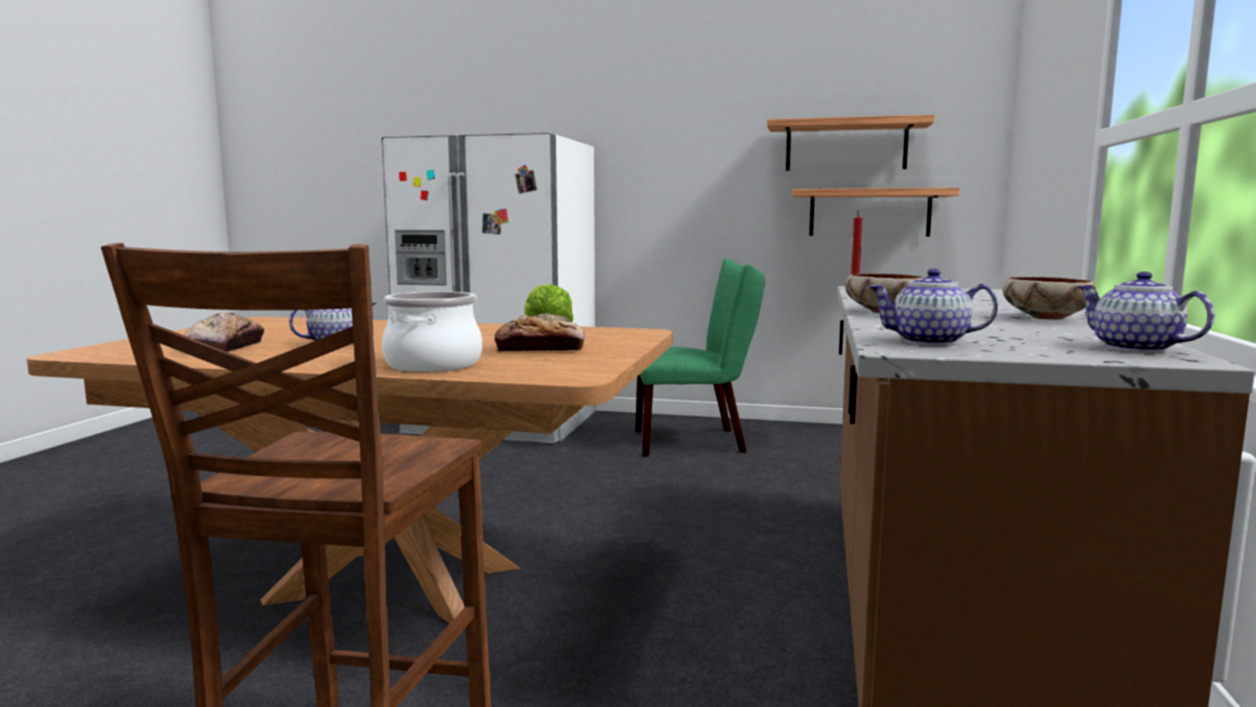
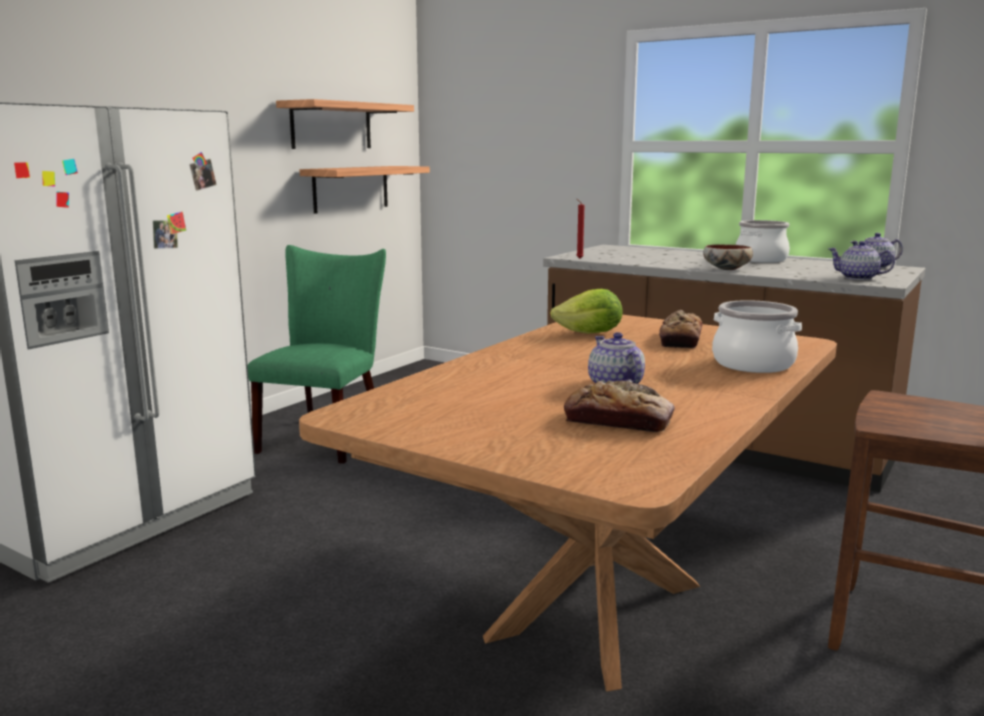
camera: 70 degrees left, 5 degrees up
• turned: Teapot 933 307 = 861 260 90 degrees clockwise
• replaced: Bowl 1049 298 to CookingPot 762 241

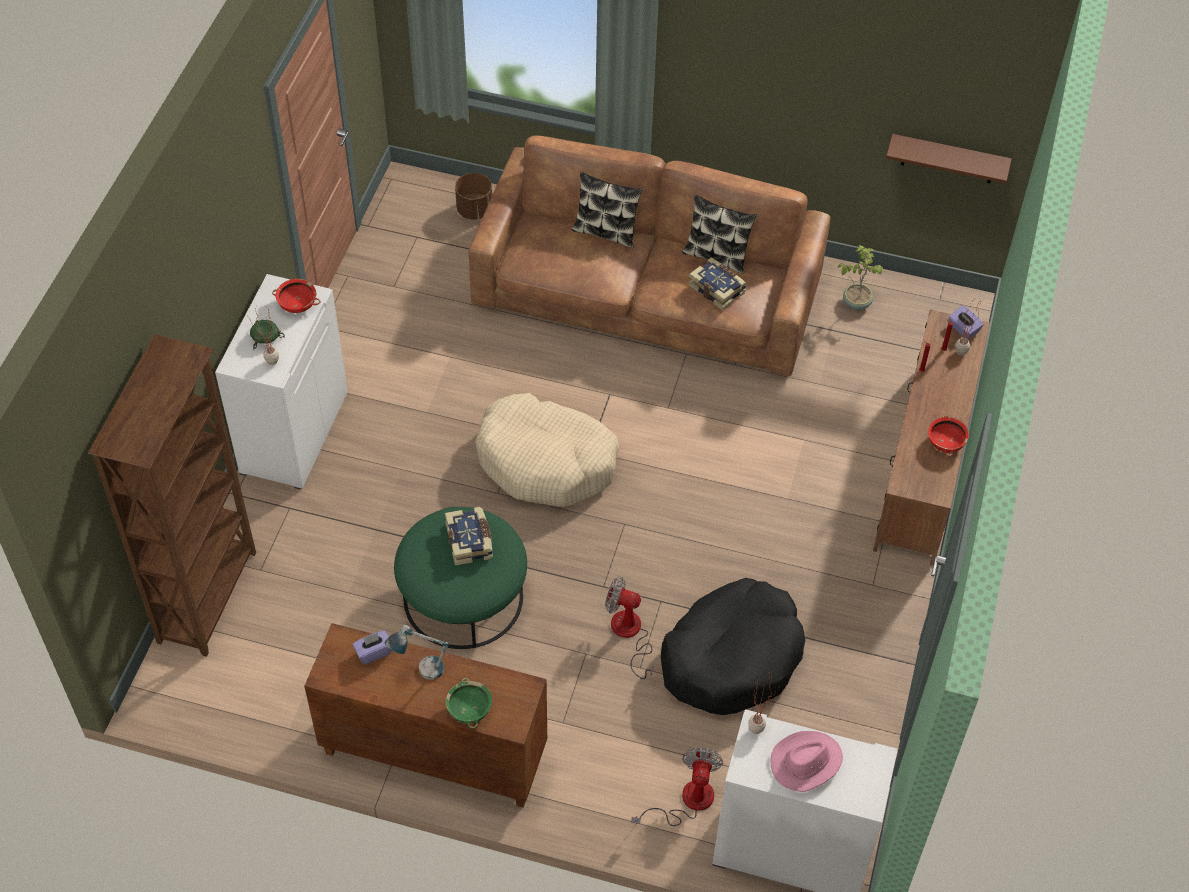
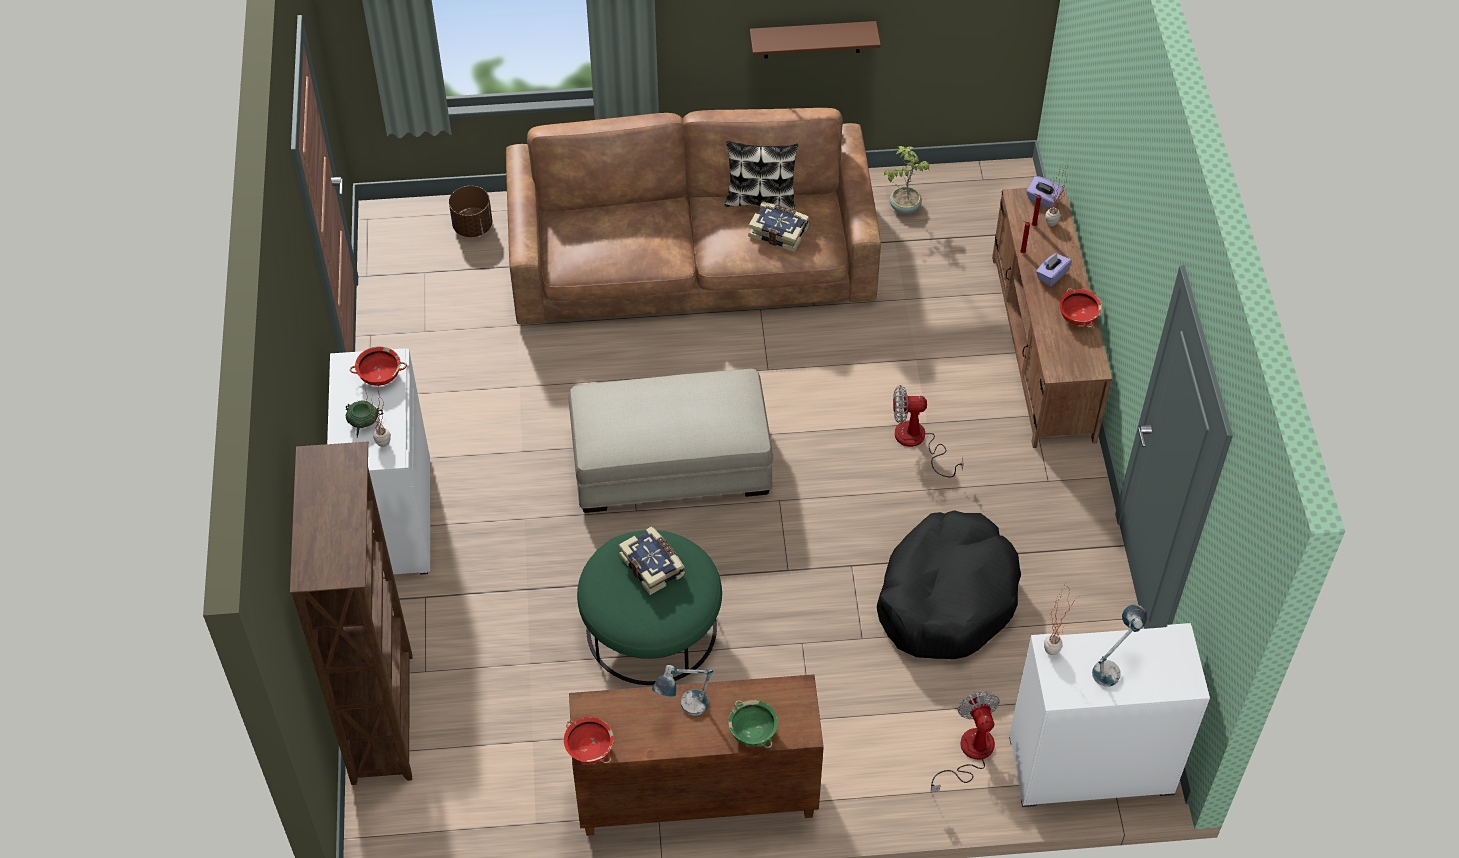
camera: 20 degrees left, 0 degrees up
• moved: BrownShelf 949 159 to 815 39
• removed: Pillow 607 210
• replaced: BeigeDogBed 547 450 to BeigeOttoman 671 441
• moved: Fan 629 628 to 928 431
• moved: PurpleTissueBox 372 647 to 1054 270
• replaced: PinkHat 806 761 to TableLamp 1119 646
• added: RedBowl 589 740

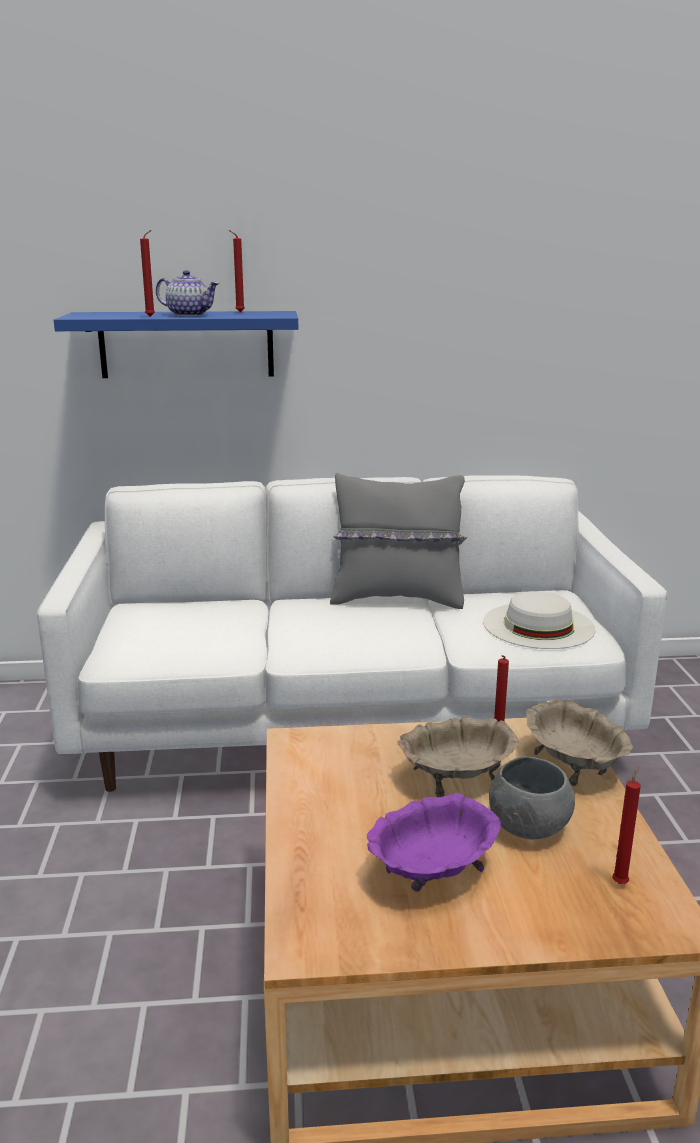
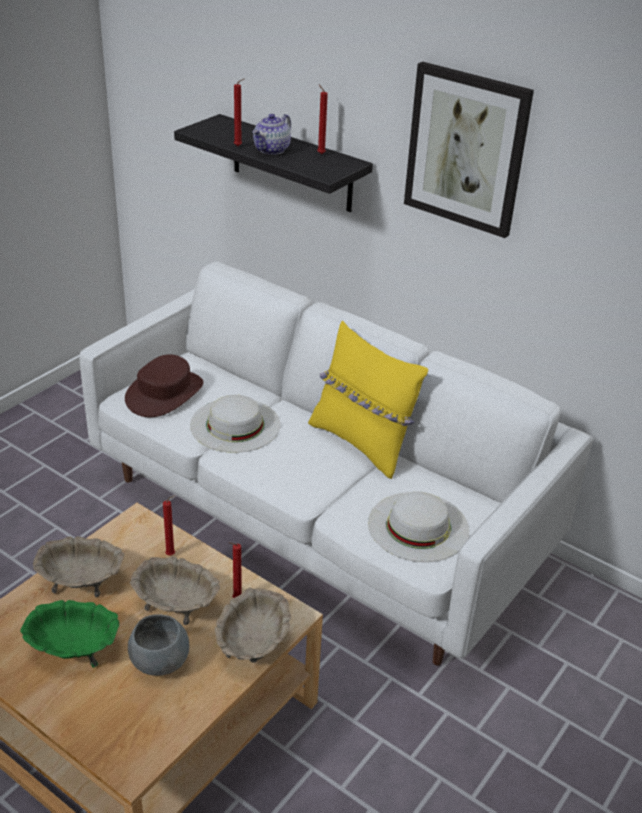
camera: 40 degrees right, 15 degrees up
• turned: Teapot 187 293 = 271 134 60 degrees clockwise
• recoloured: BlueShelf 176 344 to BlackShelf 273 163
• recoloured: GreyPillow 398 541 to YellowPillow 368 400
• moved: RedCandle 626 825 to 169 525
• recoloured: PurpleBowl 434 842 to GreenBowl 69 634
• added: Picture 469 150
• added: BrownHat 164 385
• added: WhiteHat 235 424
• added: BeigeBowl 78 566

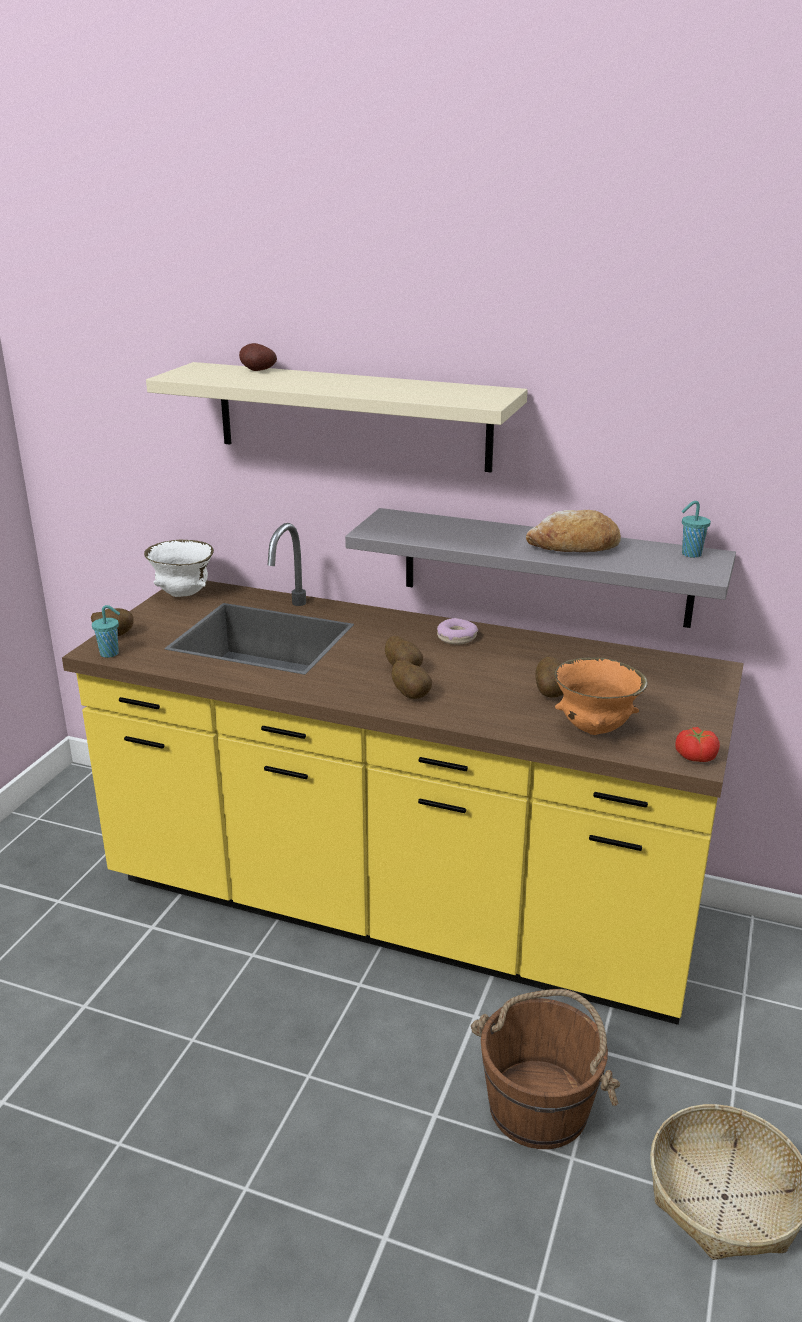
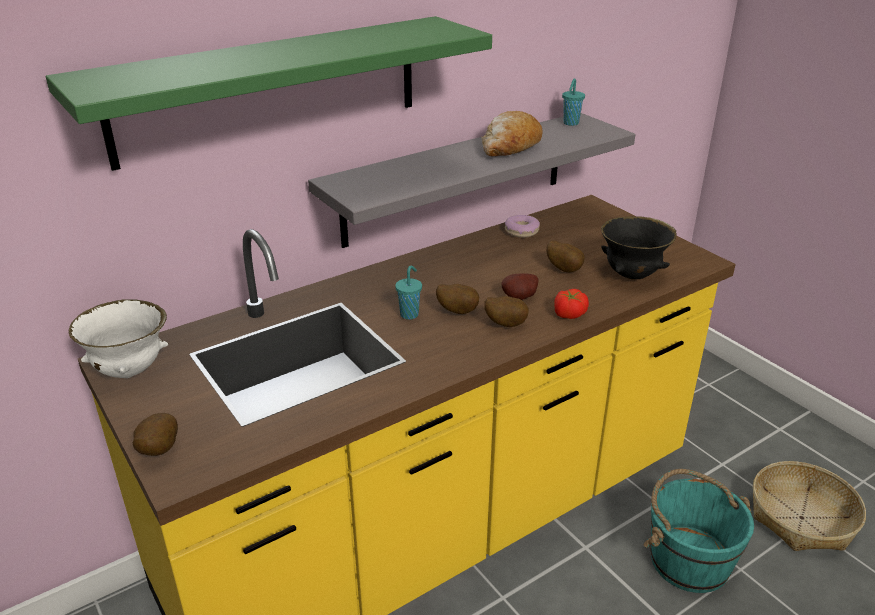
camera: 55 degrees left, 5 degrees up
• moved: Potato 258 357 to 520 286
• recoloured: BeigeShelf 337 417 to GreenShelf 269 93
• moved: TurquoiseCup 106 631 to 408 292
• moved: Donut 457 631 to 522 226
• recoloured: OrangeBowl 601 696 to BlackBowl 639 248
• moved: Tomato 698 744 to 571 304
• recoloured: BrownBucket 545 1069 to TurquoiseBucket 699 531

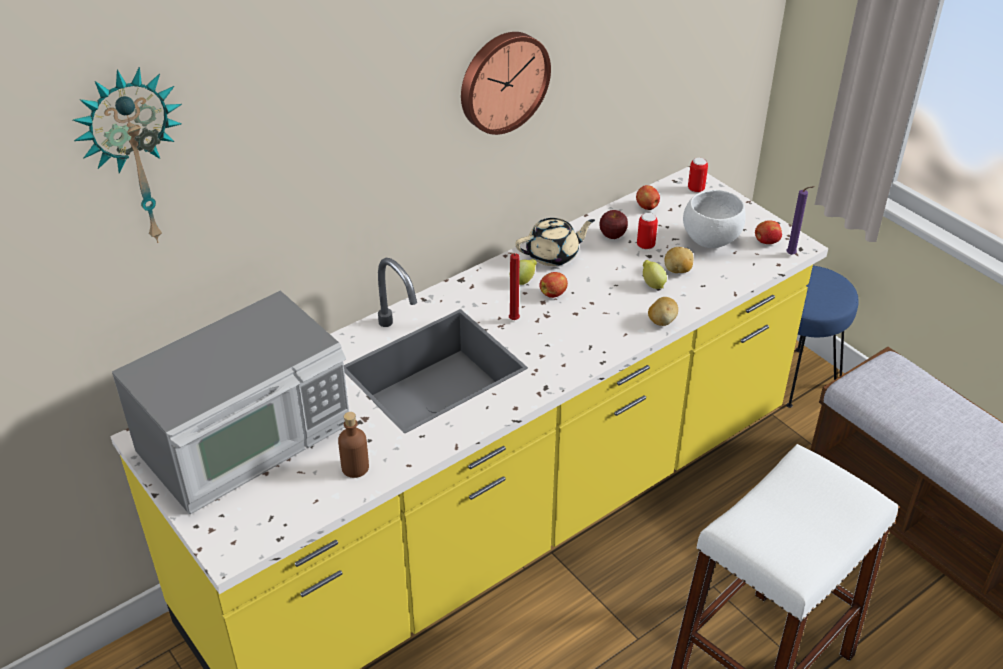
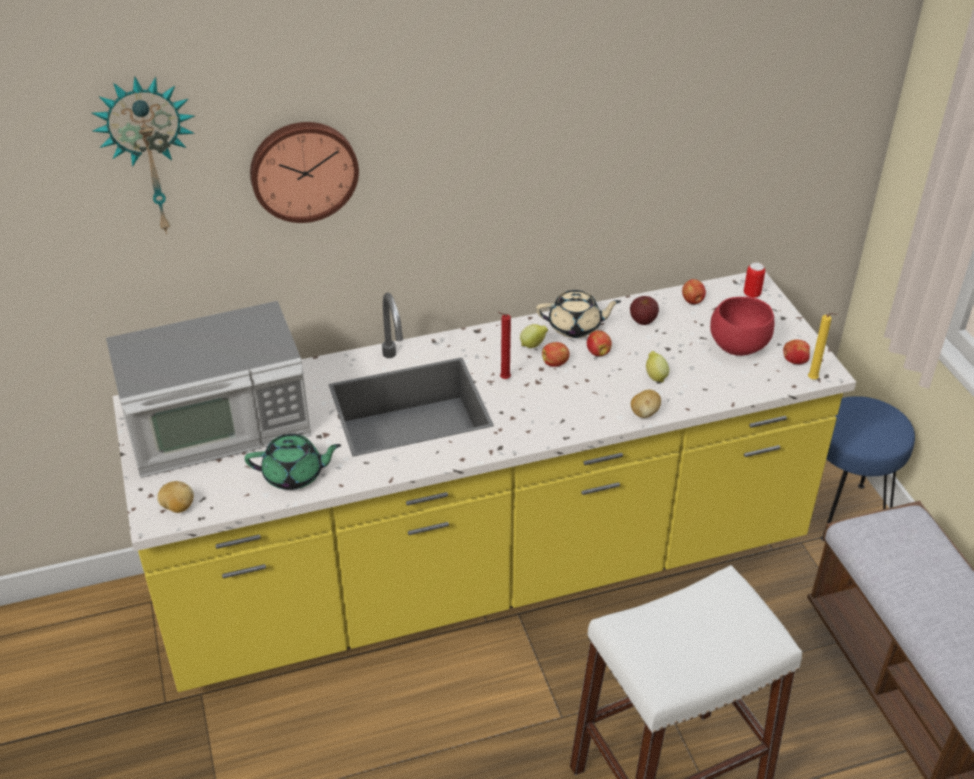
camera: 20 degrees right, 0 degrees up
• moved: WallClock 506 83 to 304 172
• recoloured: PurpleCandle 800 220 to YellowCandle 822 346
• recoloured: WhiteBowl 714 219 to RedBowl 742 326
• removed: Can 647 231
• moved: Potato 678 260 to 175 497
• replaced: BrownBottle 353 445 to GreenTeapot 293 462
• added: Apple 599 343

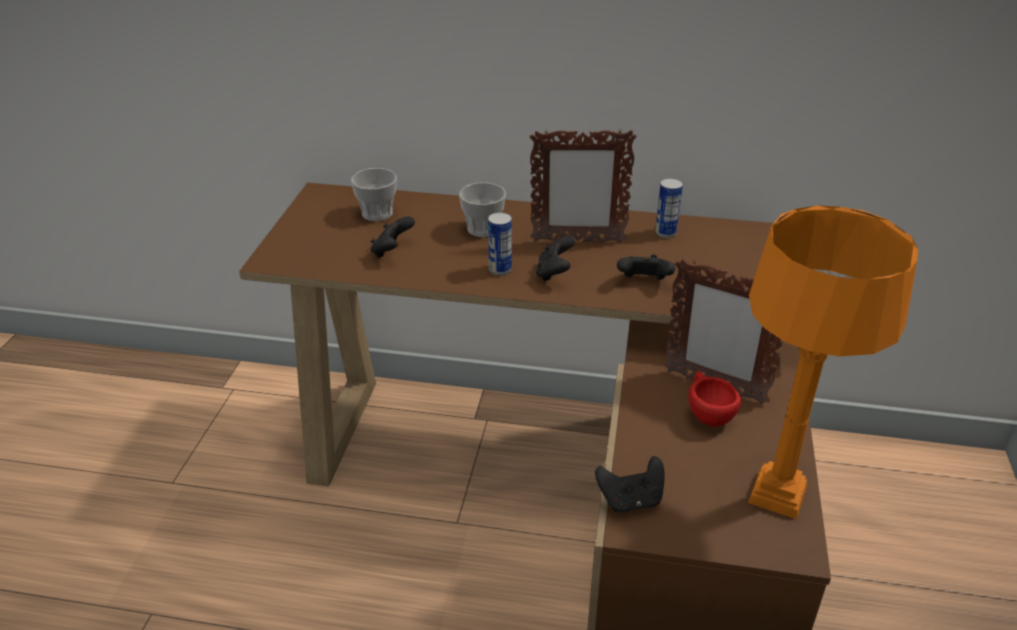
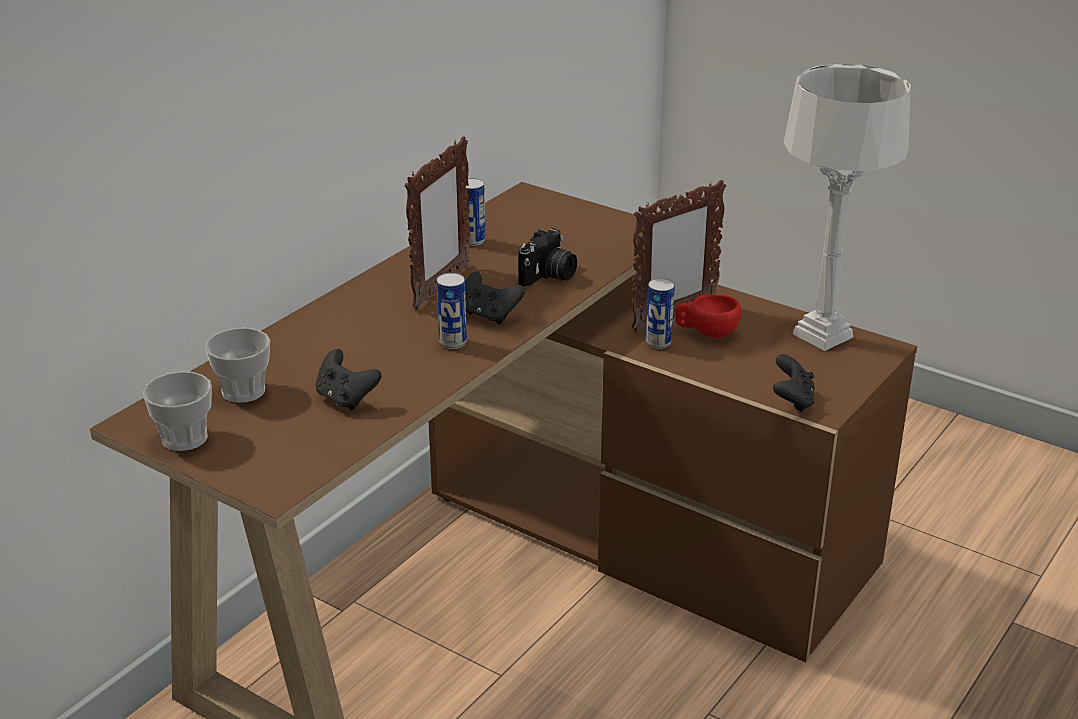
camera: 65 degrees left, 5 degrees down
• moved: Cup 482 209 to 177 411
• recoloured: OrangeTableLamp 833 362 to GreyTableLamp 847 207
• replaced: BlackGameController 646 267 to PhotoCamera 547 257
• added: Can 660 313

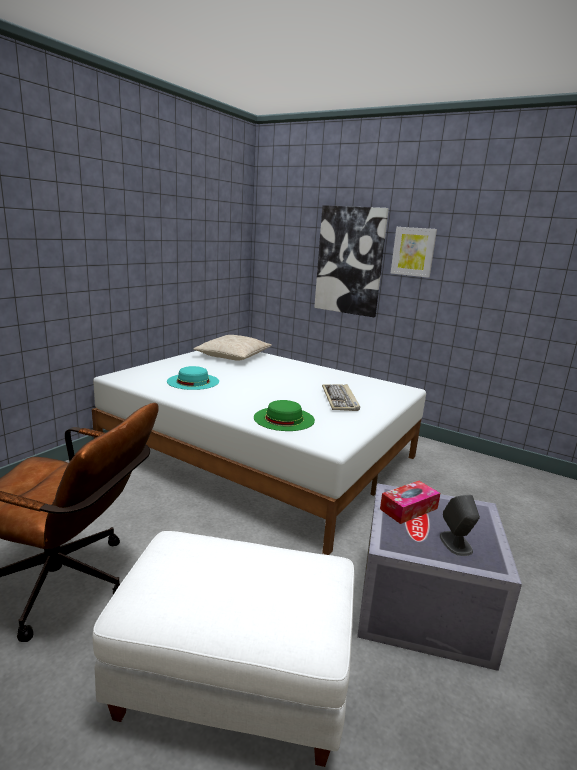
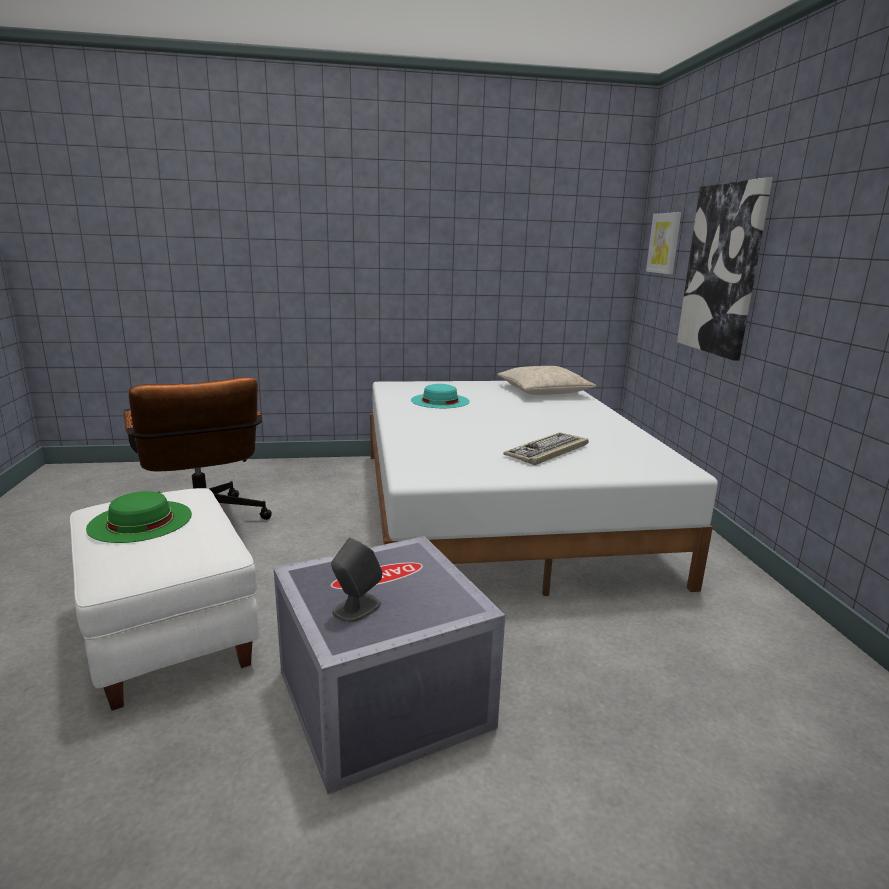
camera: 50 degrees right, 0 degrees up
• moved: Picture 414 252 to 663 243
• moved: GreenHat 284 415 to 139 517
• removed: TissueBox 410 502

